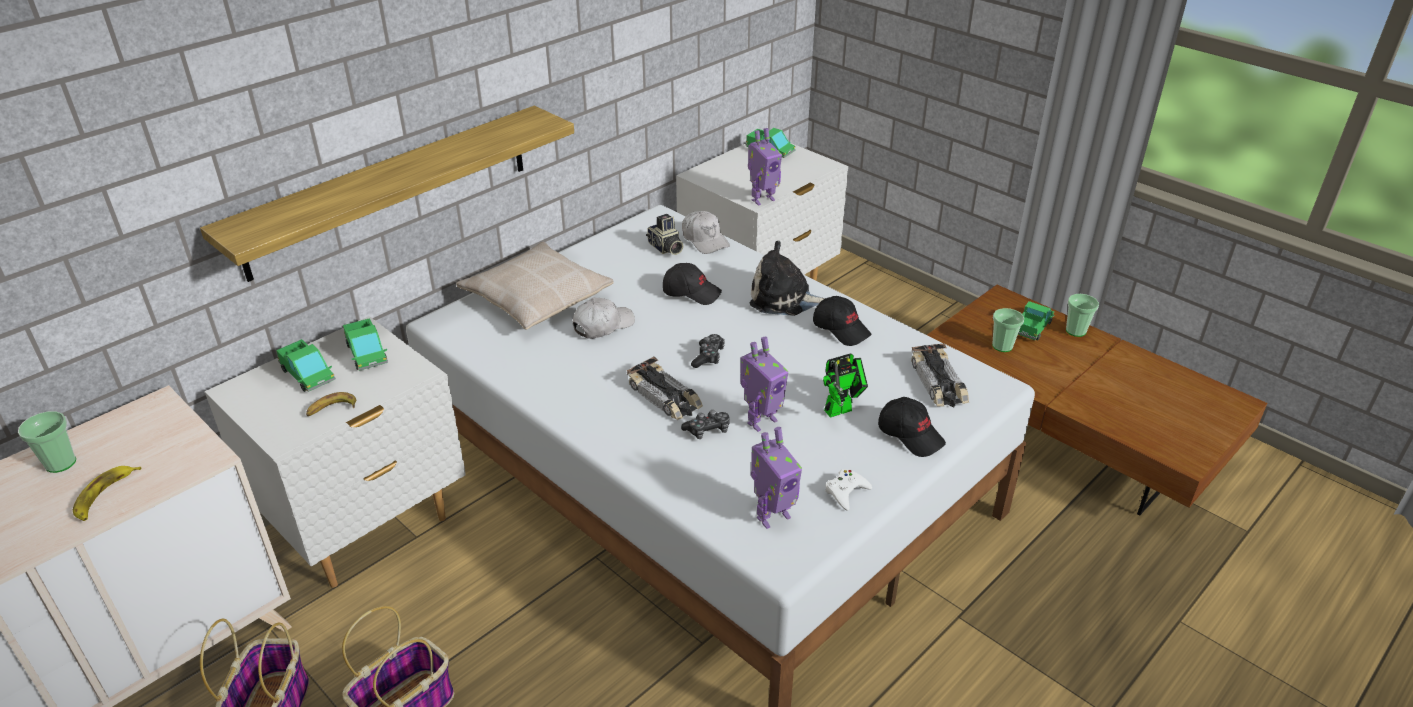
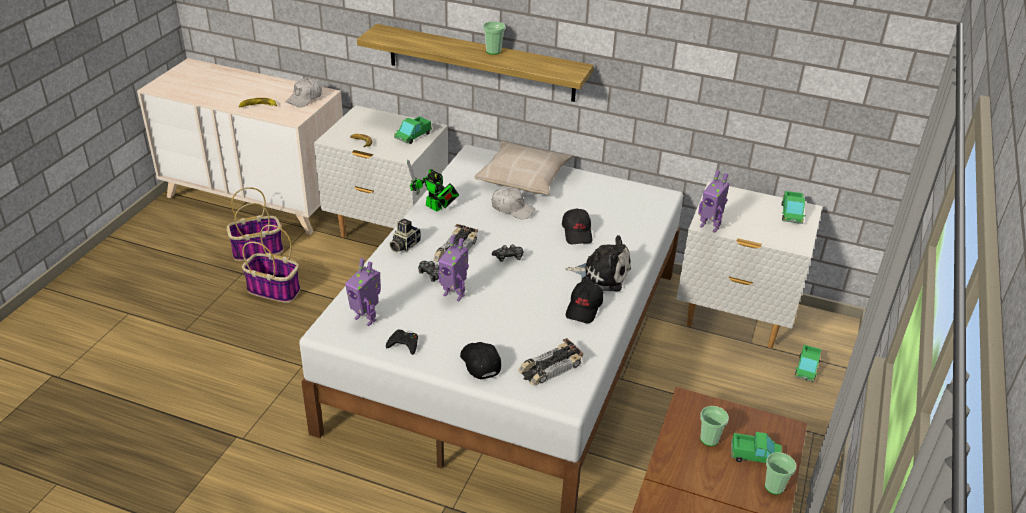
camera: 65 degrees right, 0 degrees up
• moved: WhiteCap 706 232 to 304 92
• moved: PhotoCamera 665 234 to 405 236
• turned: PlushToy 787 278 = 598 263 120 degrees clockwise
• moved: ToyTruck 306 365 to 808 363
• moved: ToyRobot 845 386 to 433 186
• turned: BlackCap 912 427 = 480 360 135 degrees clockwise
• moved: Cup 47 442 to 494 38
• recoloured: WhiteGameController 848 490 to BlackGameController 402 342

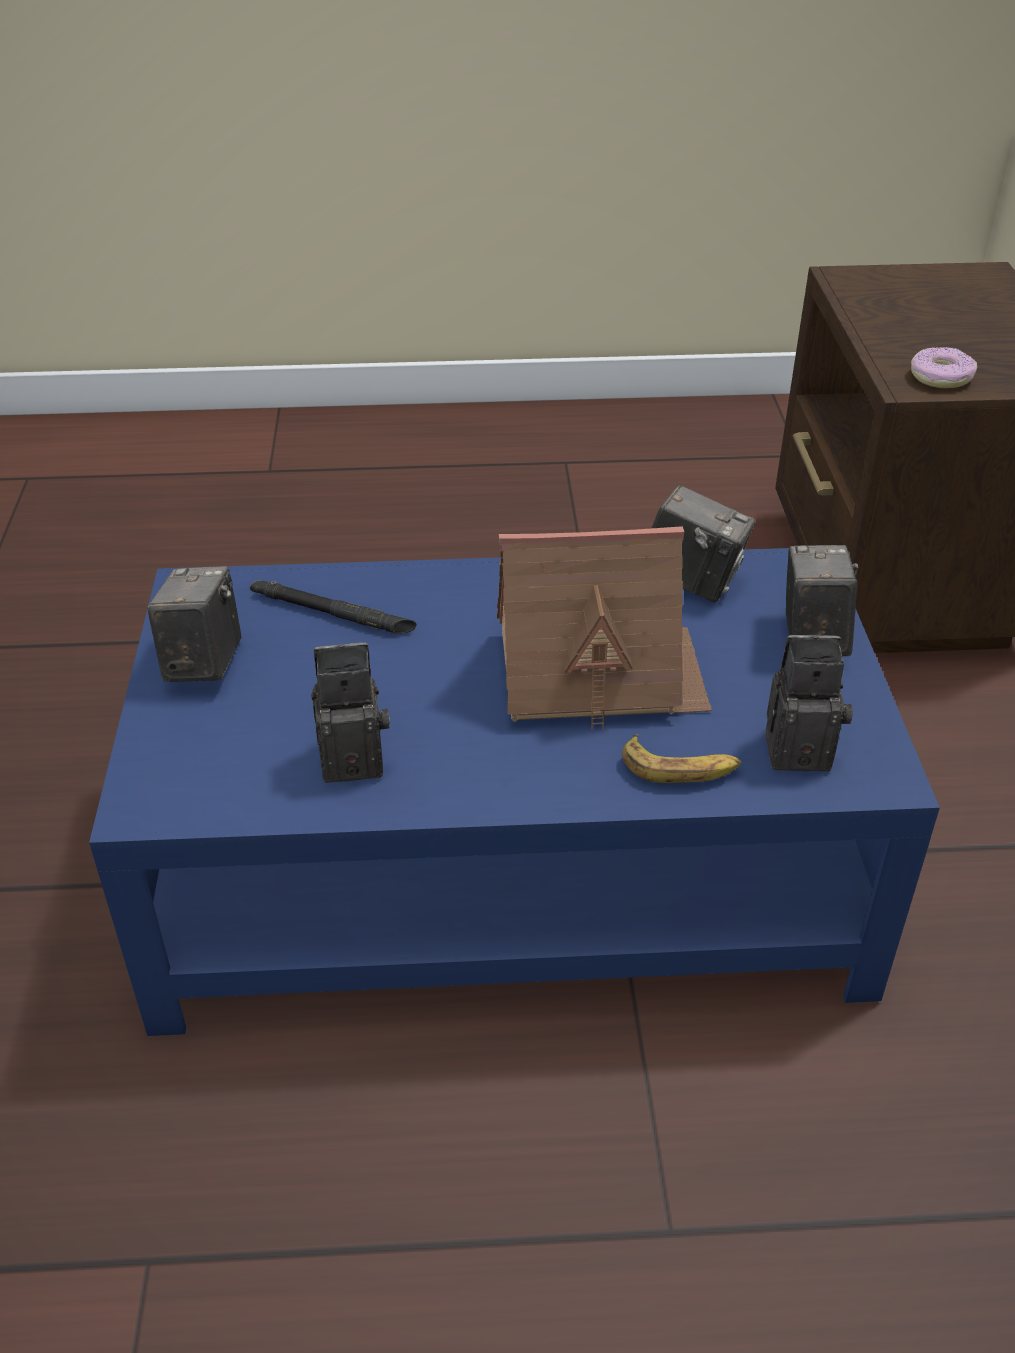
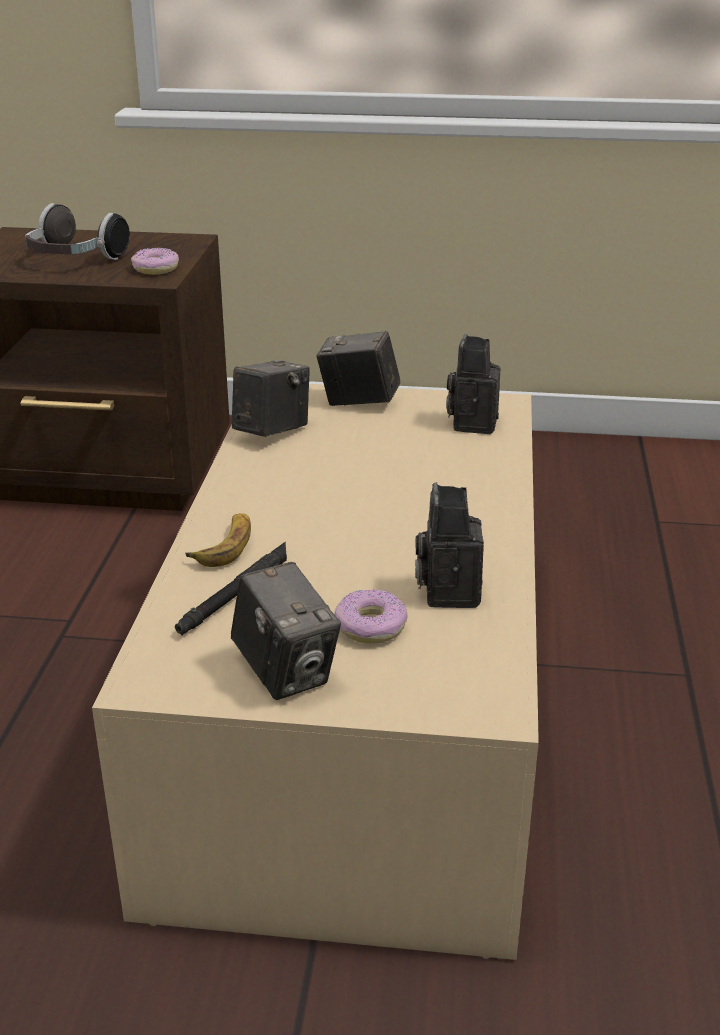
camera: 80 degrees left, 10 degrees down
• removed: ToyHouse 604 628
• recoloured: BlueCoffeeTable 514 792 to BeigeCoffeeTable 315 672
• turned: PhotoCamera 194 624 = 286 631 135 degrees counterclockwise
• moved: Banana 682 758 to 218 540
• added: Headphones 77 231
• added: Donut 371 616

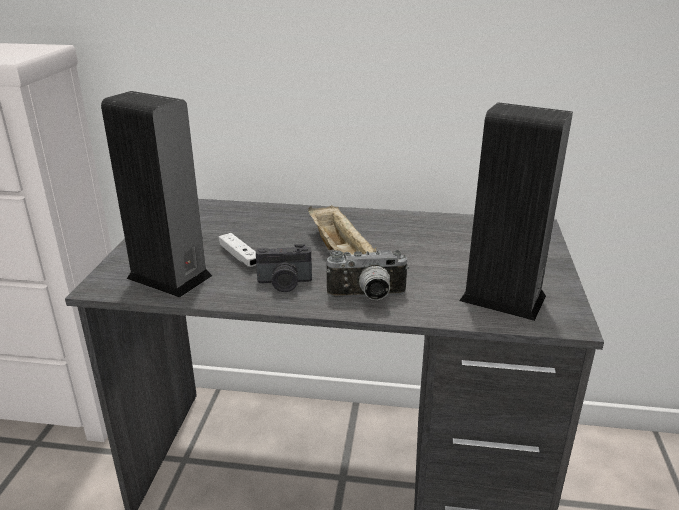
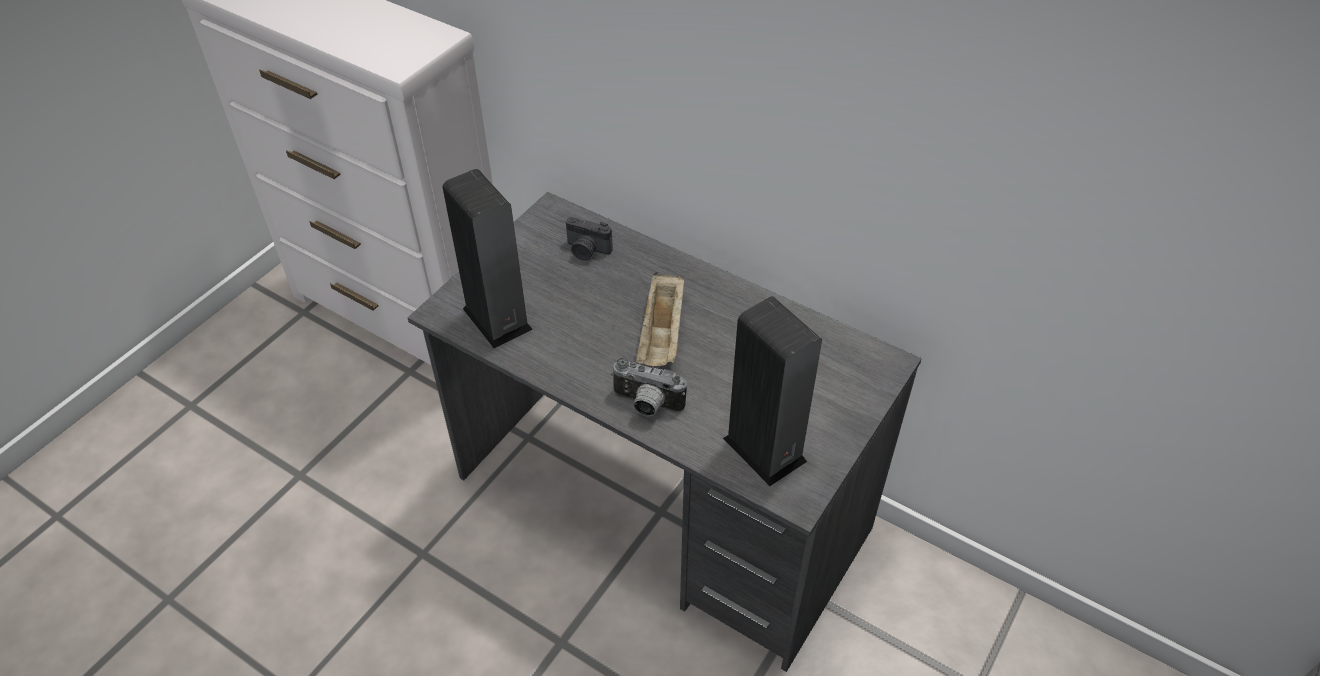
camera: 25 degrees right, 20 degrees up
• removed: WhiteGameController 237 250
• moved: PhotoCamera 284 268 to 589 239

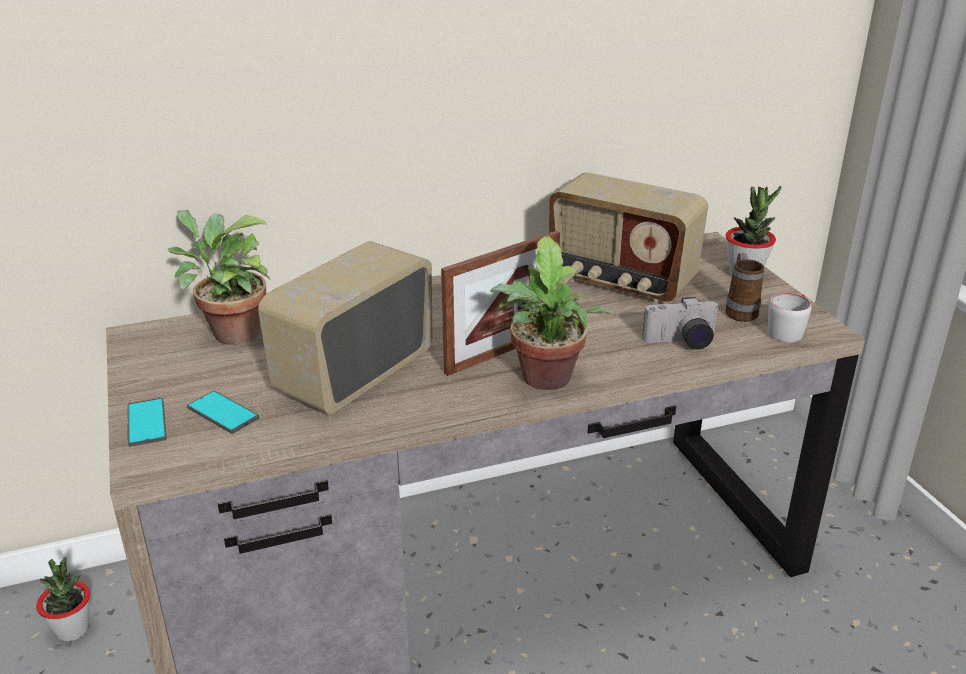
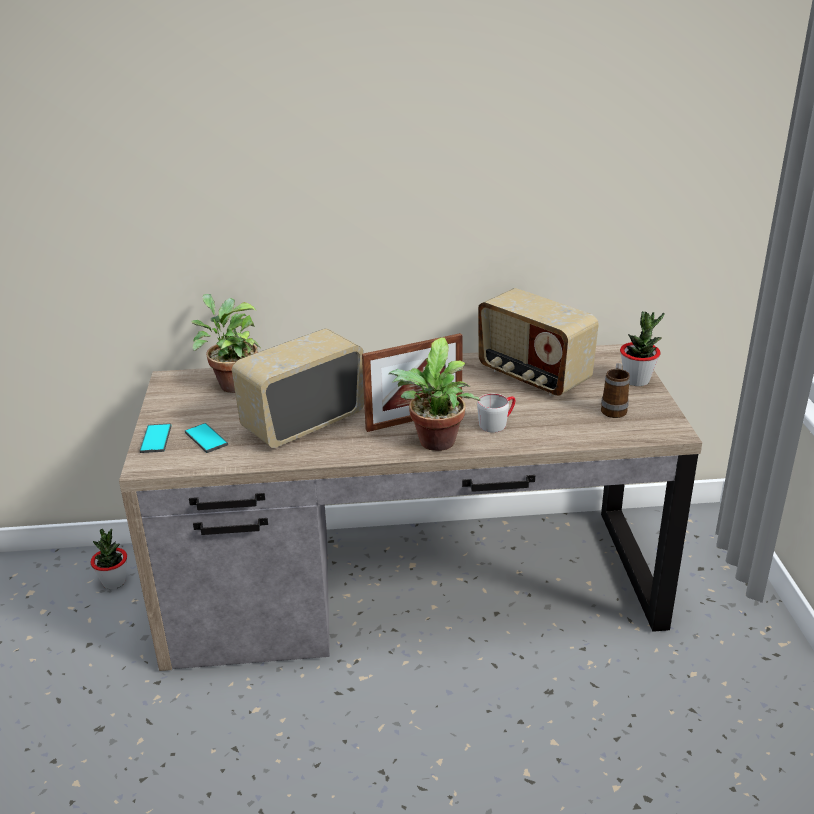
camera: 15 degrees right, 0 degrees up
• moved: GreyMug 790 318 to 496 413
• removed: PhotoCamera 681 323

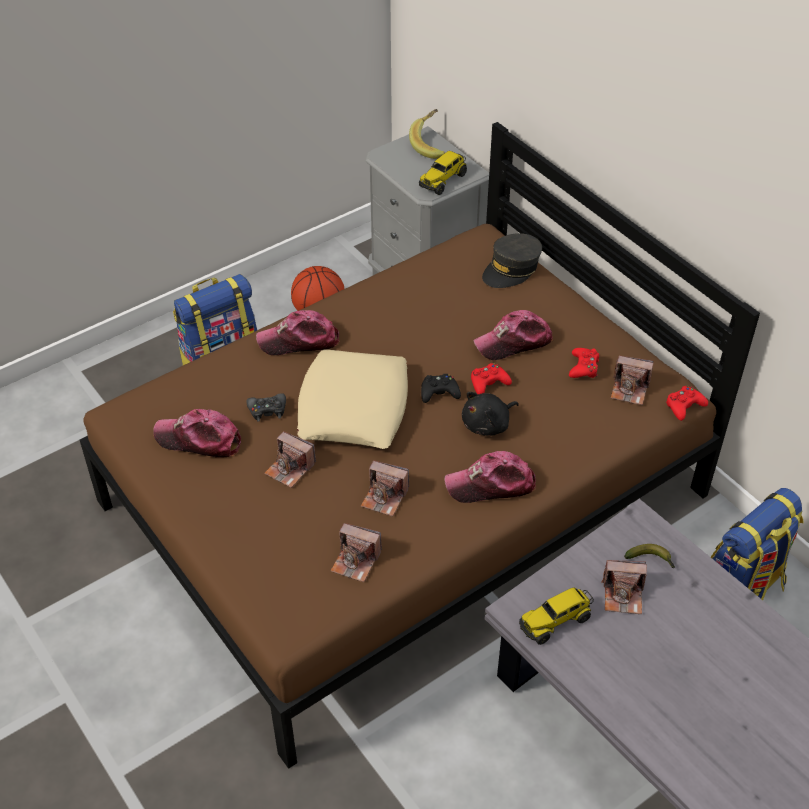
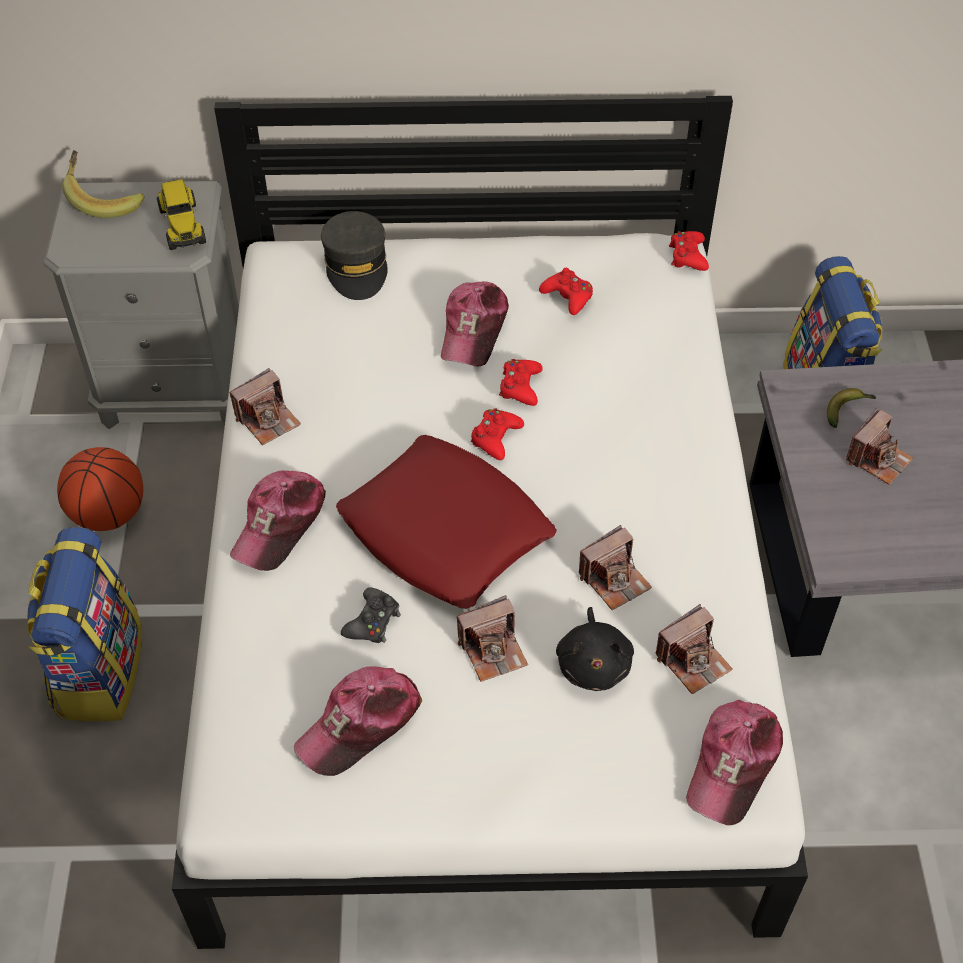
camera: 55 degrees left, 5 degrees up
• recoloured: BrownBed 420 445 to WhiteBed 490 522
• recoloured: BeigePillow 352 399 to RedPillow 446 522
• moved: PhotoCamera 632 380 to 265 406
• recoloured: BlackGameController 441 388 to RedGameController 497 434
• moved: BlackPlushToy 490 414 to 595 649
• moved: Cap 490 477 to 734 763
• removed: ToyTruck 556 616

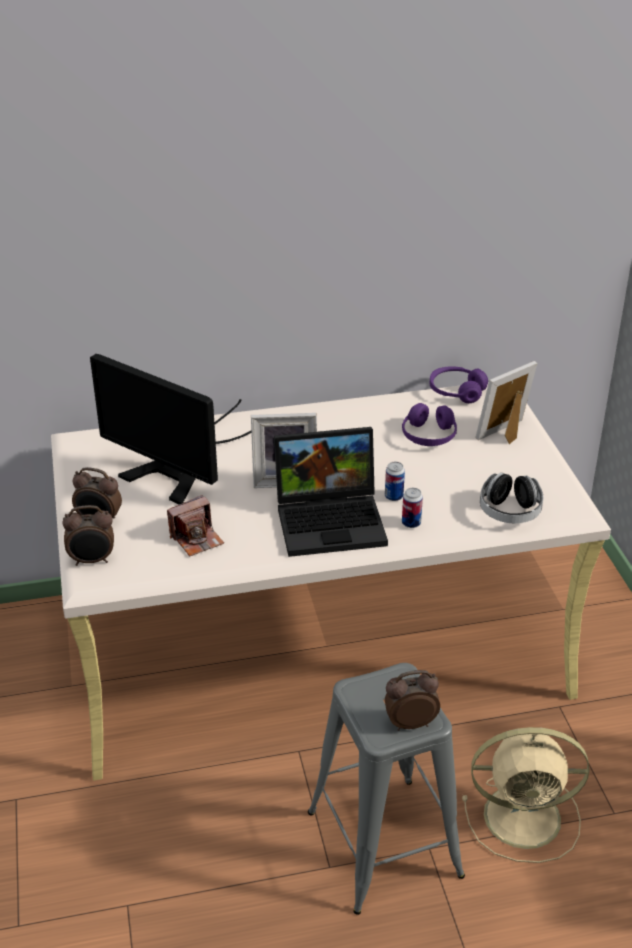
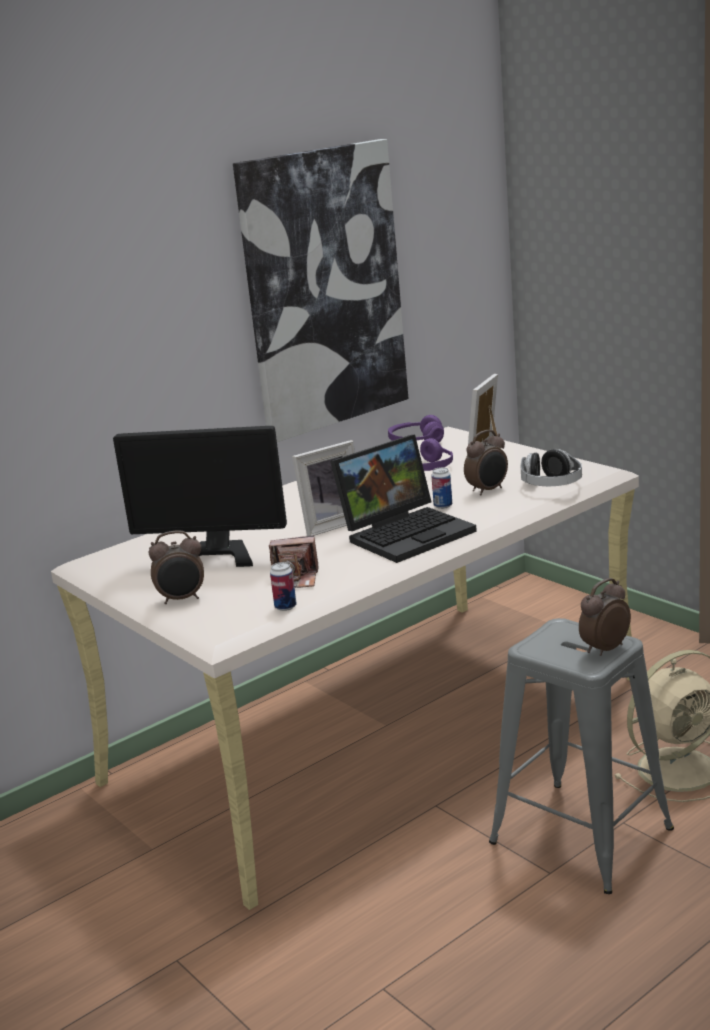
camera: 25 degrees left, 15 degrees down
• moved: Can 412 508 to 283 586
• turned: PhotoCamera 195 525 = 293 562 60 degrees clockwise
• moved: AlarmClock 88 535 to 486 462
• added: Picture 321 290

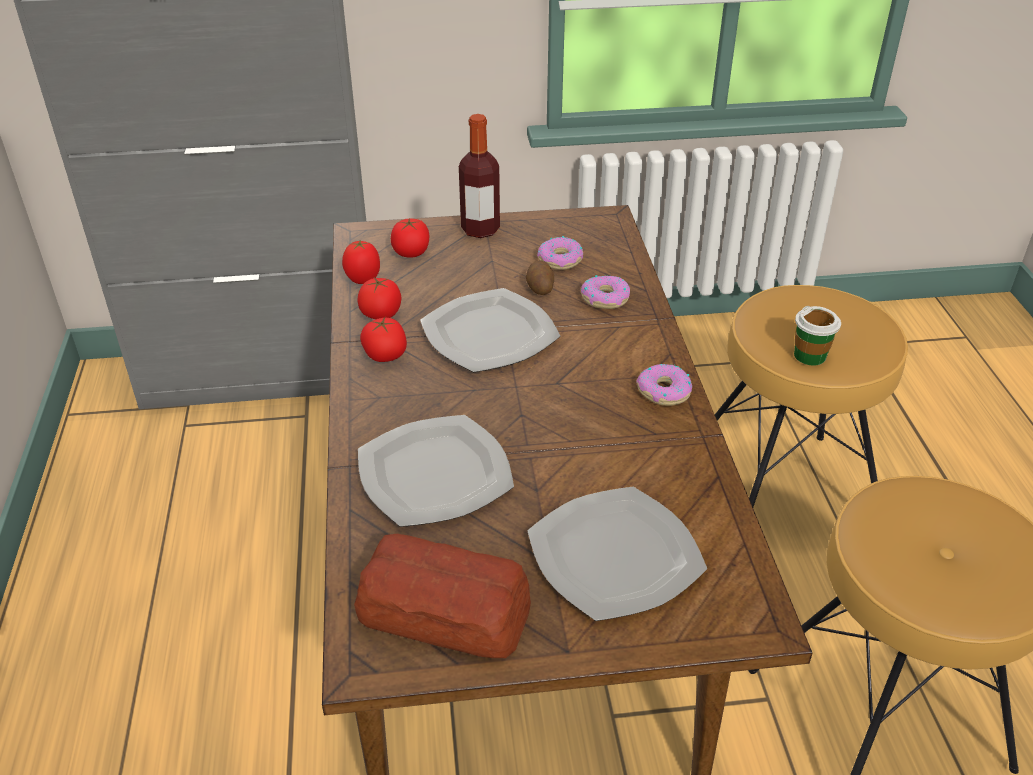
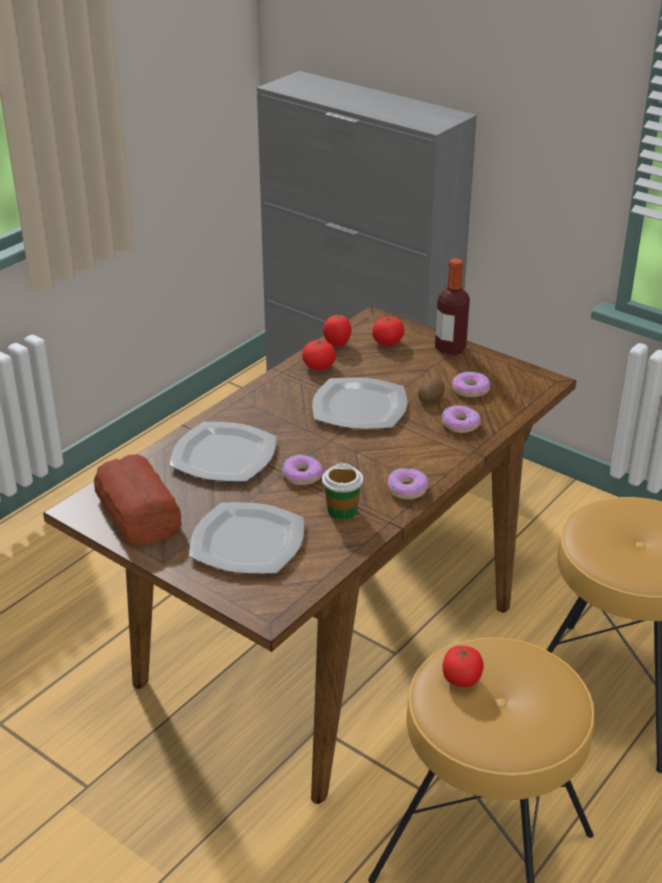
camera: 45 degrees right, 5 degrees down
• moved: Cup 817 335 to 342 491
• moved: Tomato 383 339 to 463 666
• added: Donut 302 470

